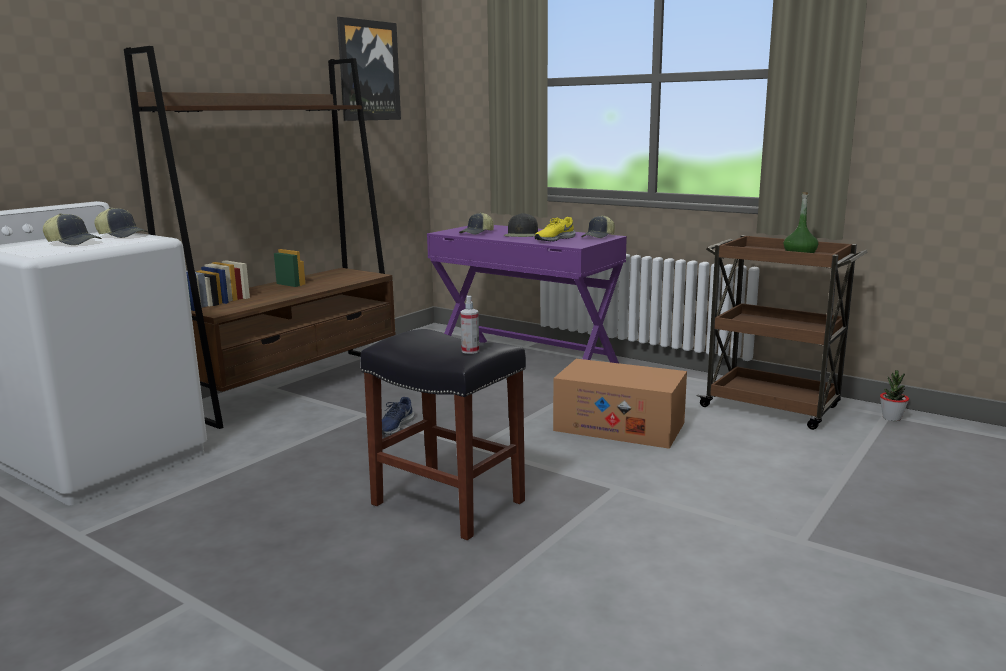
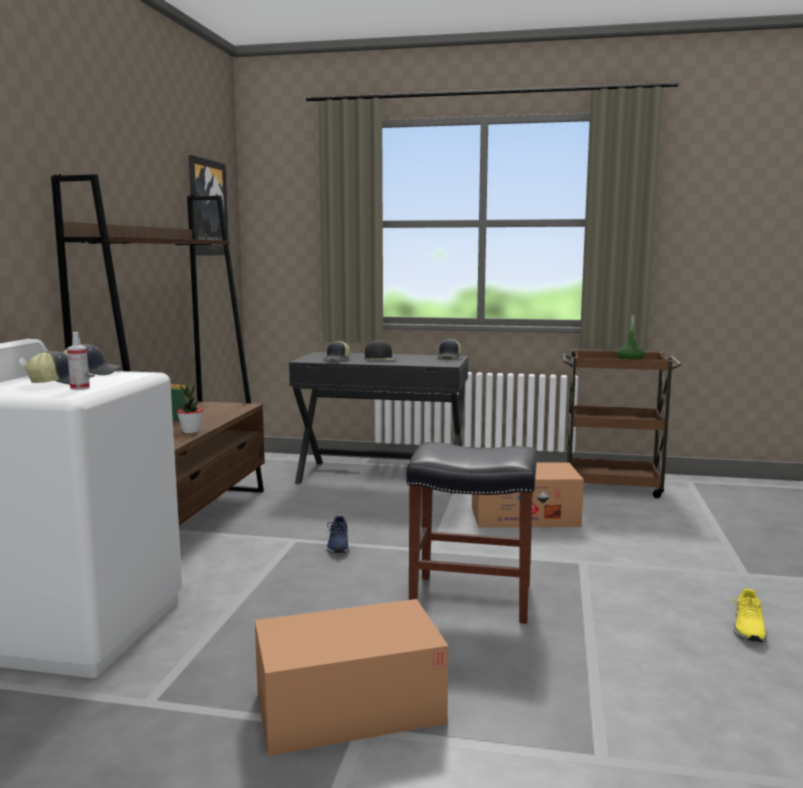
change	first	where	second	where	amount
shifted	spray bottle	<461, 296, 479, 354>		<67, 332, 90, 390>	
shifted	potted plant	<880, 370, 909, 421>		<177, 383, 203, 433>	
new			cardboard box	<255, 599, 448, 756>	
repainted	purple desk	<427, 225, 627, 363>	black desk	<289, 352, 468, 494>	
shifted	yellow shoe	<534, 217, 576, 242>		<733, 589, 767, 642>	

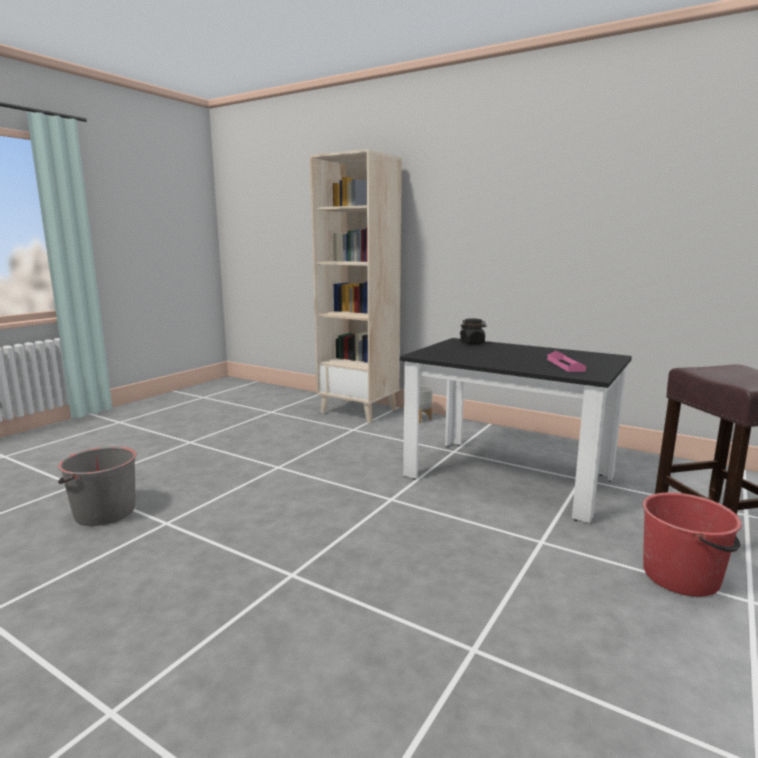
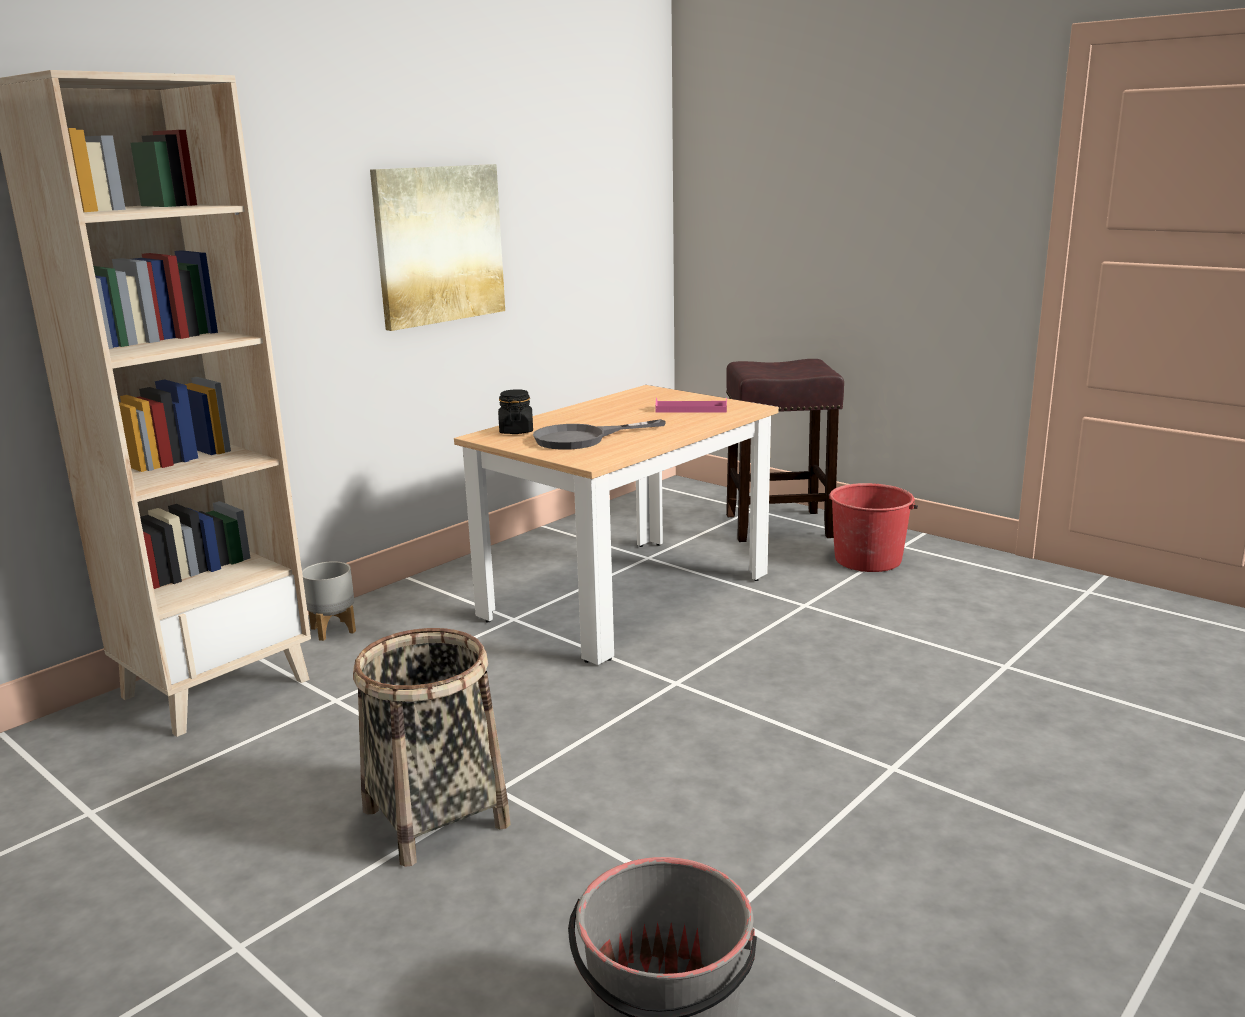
change	first	where	second	where	amount
new			basket	<353, 628, 511, 867>	
new			picture	<370, 164, 505, 331>	
repainted	black dining table	<400, 338, 632, 523>	beige dining table	<454, 385, 779, 665>	
new			grey frying pan	<533, 419, 666, 450>	

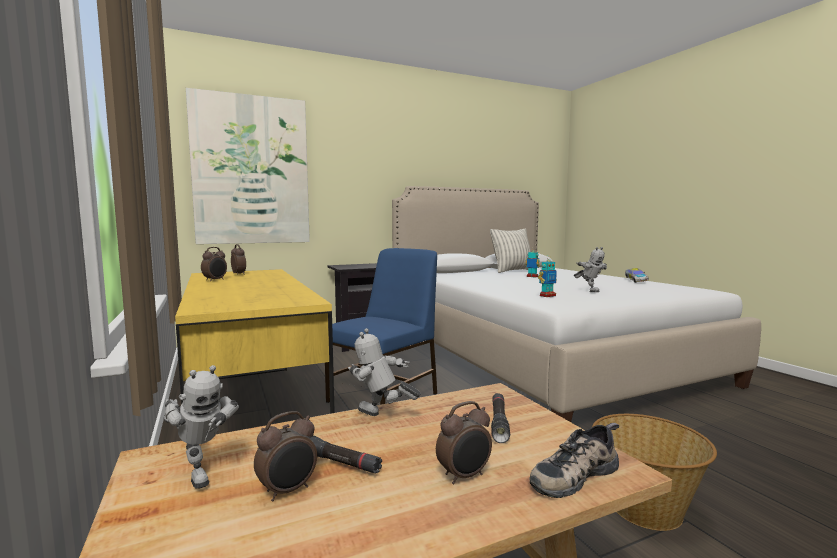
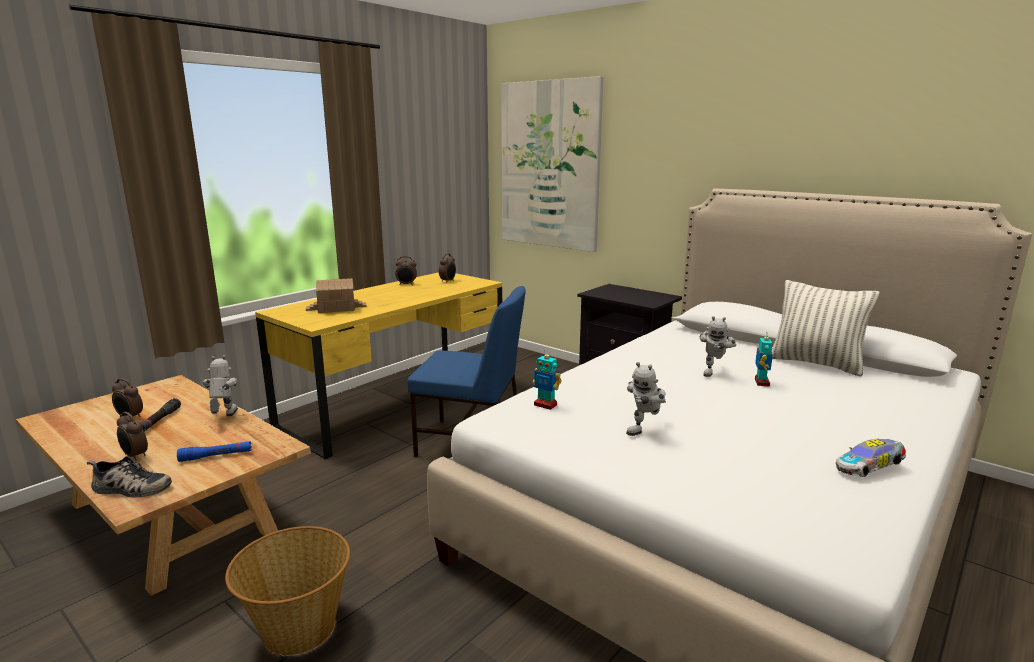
change	first	where	second	where	amount
rotated	shoe	<529, 423, 619, 498>		<86, 456, 172, 497>	150 degrees clockwise
repainted	black flashlight	<491, 393, 510, 443>	blue flashlight	<177, 441, 252, 462>	
new			toy house	<306, 278, 367, 313>	
shifted	toy robot	<163, 365, 239, 489>		<700, 316, 736, 377>	

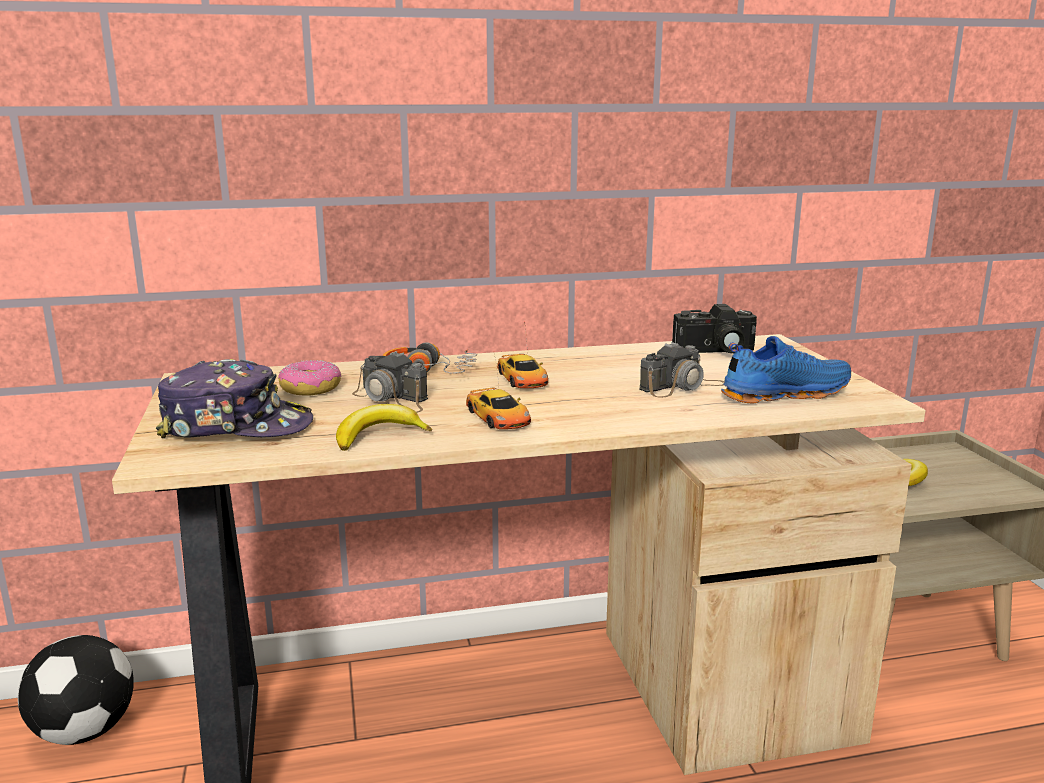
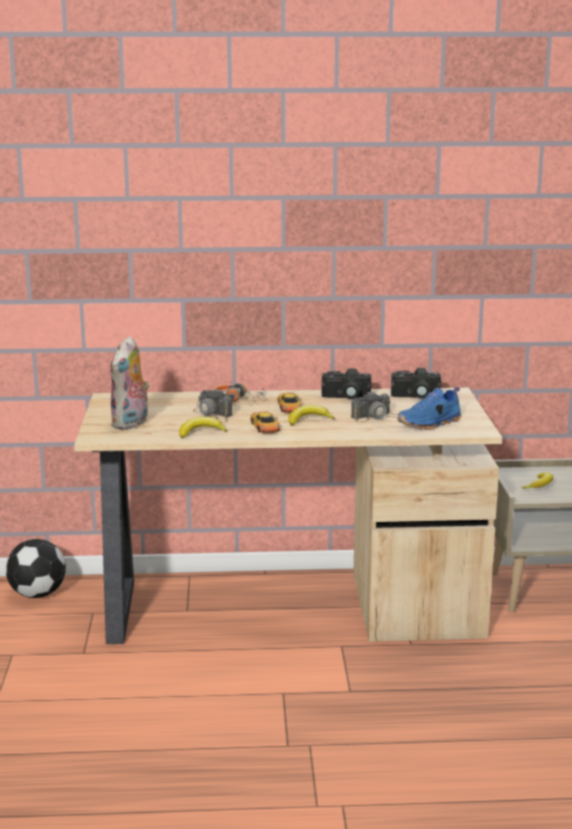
change	first	where	second	where	amount
swapped	cap	<156, 359, 313, 438>	plush toy	<110, 336, 149, 430>	
new			banana	<289, 405, 335, 426>	
new			photo camera	<322, 368, 371, 399>	
rotated	blue shoe	<721, 336, 851, 403>		<397, 387, 461, 430>	150 degrees clockwise
gone	donut	<278, 360, 341, 396>			

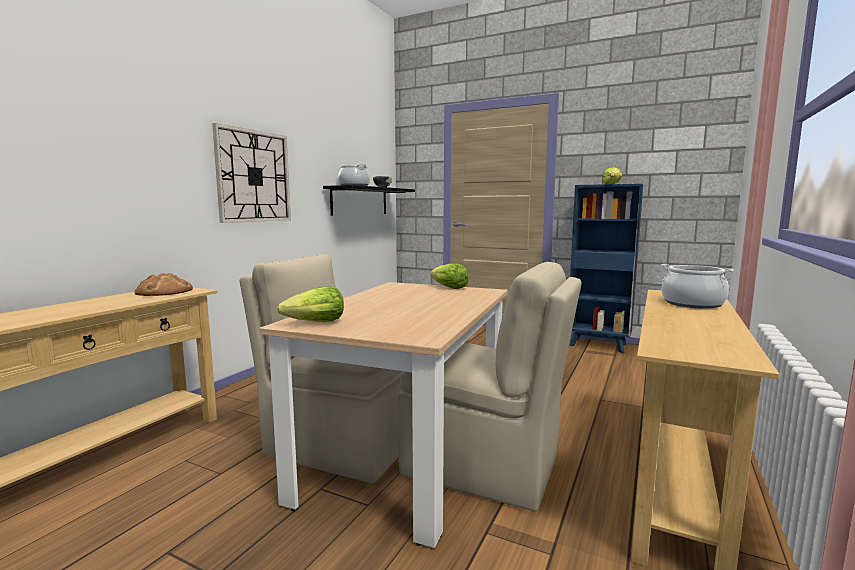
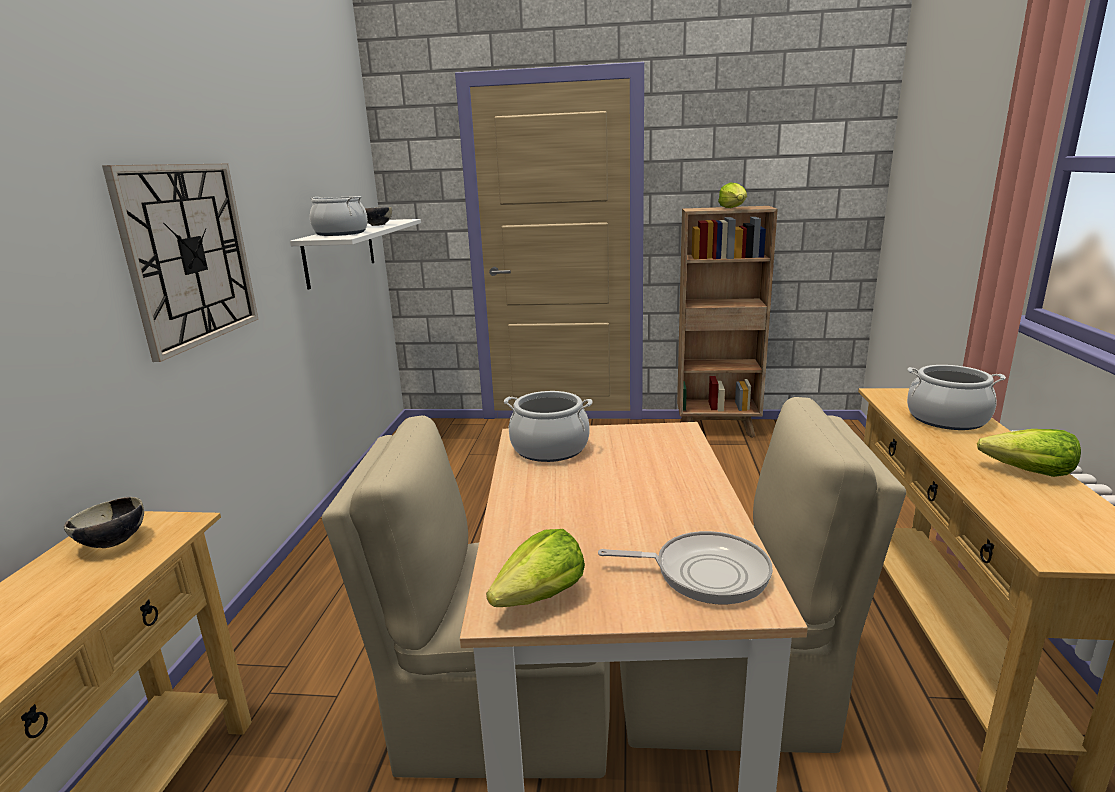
change	first	where	second	where	amount
swapped	bread	<134, 273, 193, 296>	bowl	<64, 497, 144, 548>	
repainted	black shelf	<323, 185, 415, 215>	white shelf	<290, 219, 421, 290>	
new			cooking pot	<504, 391, 593, 462>	
new			frying pan	<598, 531, 773, 604>	
repainted	blue bookcase	<569, 184, 643, 353>	brown bookcase	<677, 206, 778, 438>	
shifted	lettuce	<430, 263, 468, 289>		<977, 429, 1081, 477>	

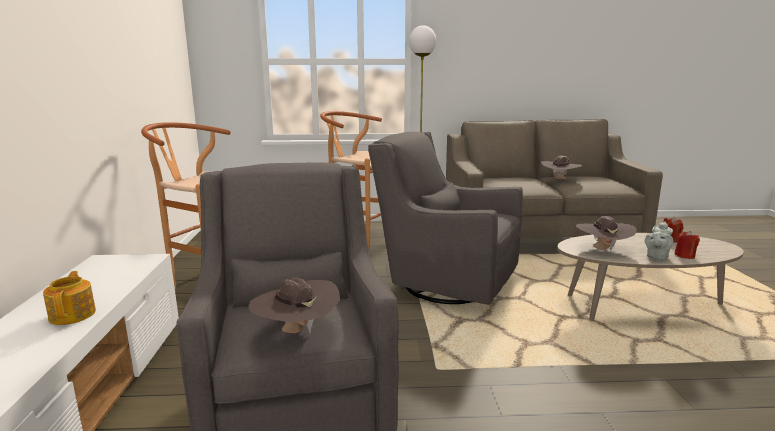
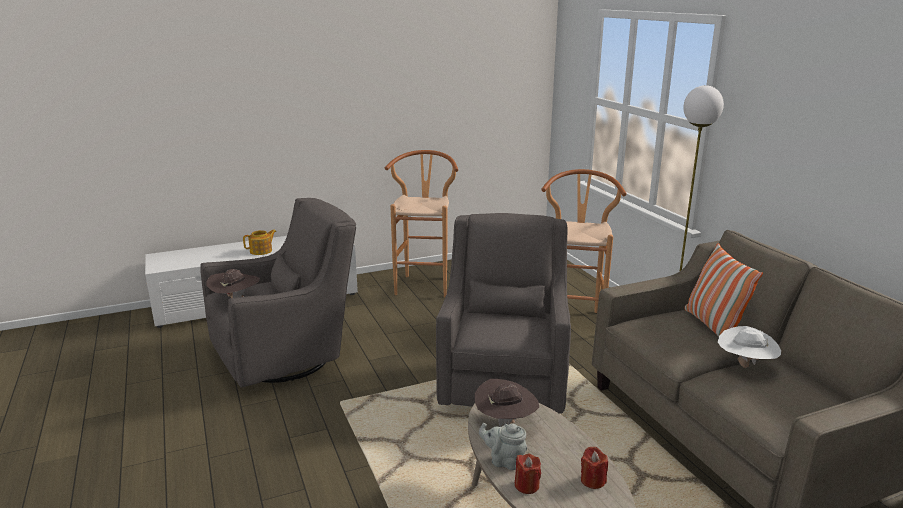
change	first	where	second	where	amount
new			pillow	<684, 243, 763, 337>	
repainted	brown hat	<541, 156, 584, 180>	white hat	<718, 326, 781, 368>	

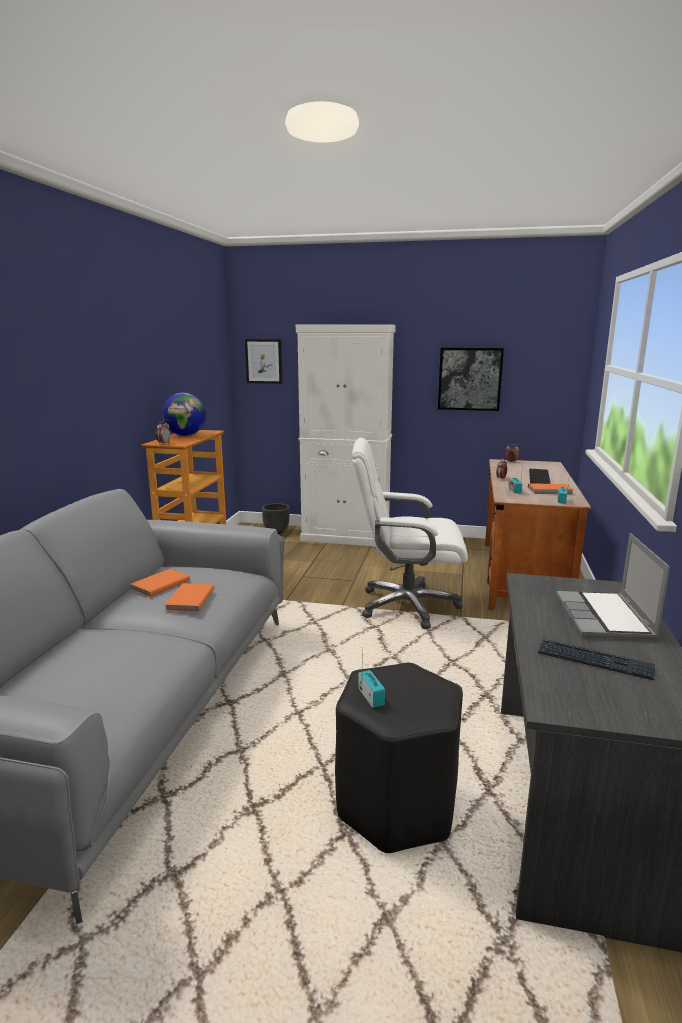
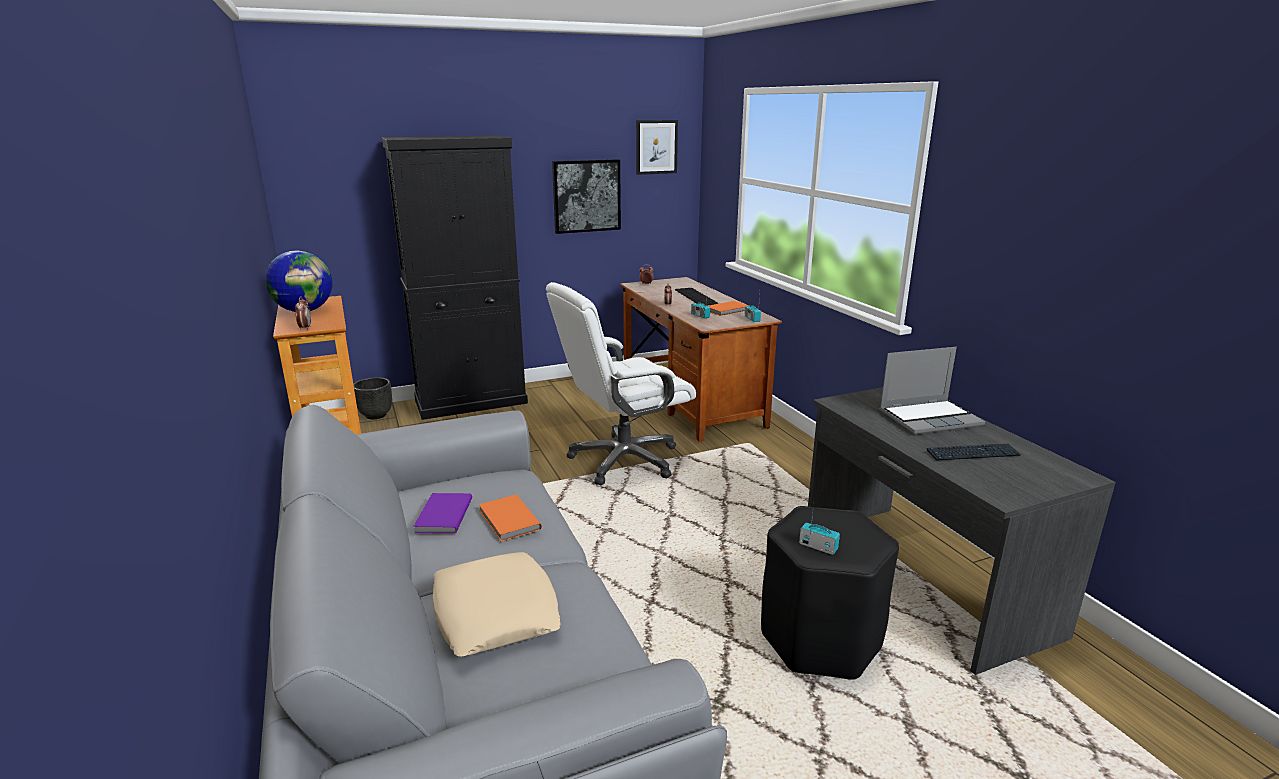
change	first	where	second	where	amount
repainted	white cabinet	<296, 324, 396, 547>	black cabinet	<382, 135, 528, 420>	
repainted	orange book	<131, 569, 190, 597>	purple book	<413, 493, 472, 534>	
new			beige pillow	<433, 552, 561, 656>	
shifted	picture	<245, 339, 283, 384>		<636, 120, 678, 175>	
rotated	laptop	<556, 533, 670, 640>		<880, 347, 985, 435>	75 degrees counterclockwise

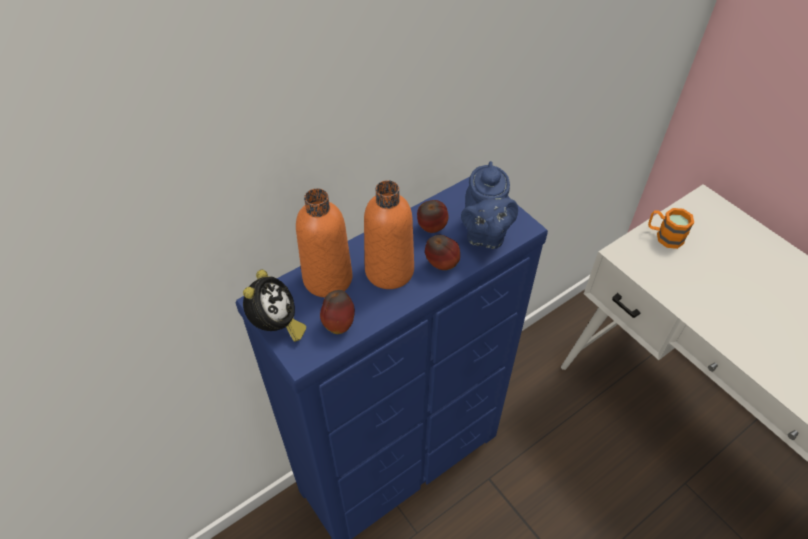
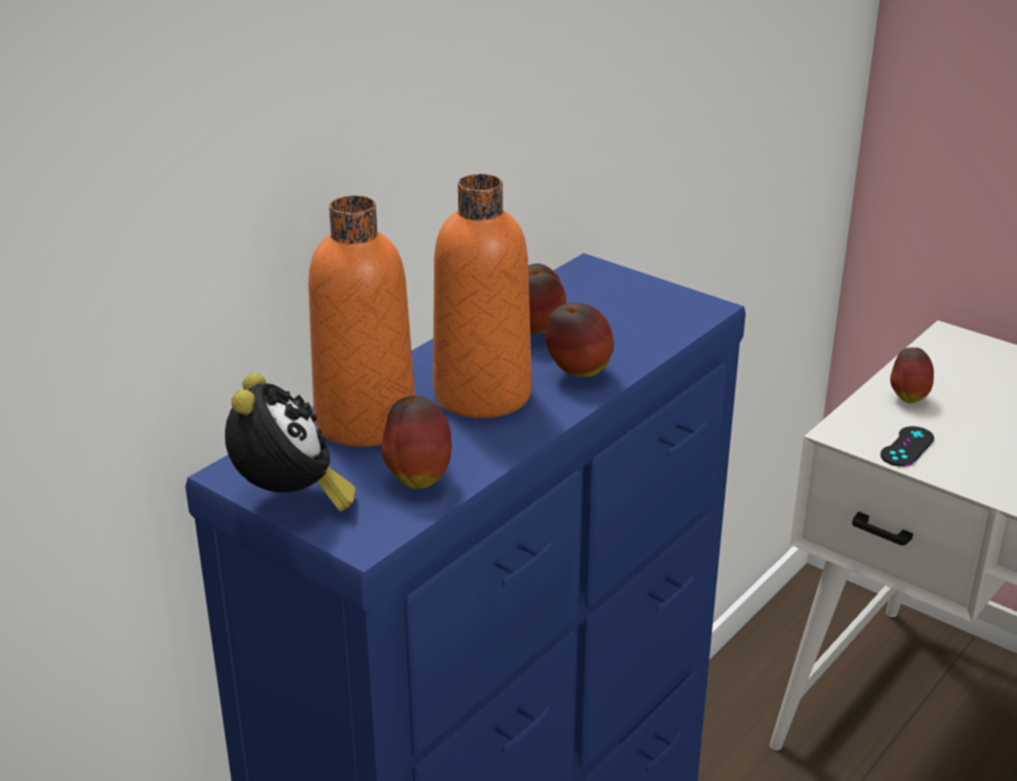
change	first	where	second	where	amount
new			black game controller	<880, 426, 934, 467>	
swapped	orange mug	<648, 208, 694, 249>	apple	<890, 348, 934, 403>	
gone	blue teapot	<461, 161, 518, 249>			

